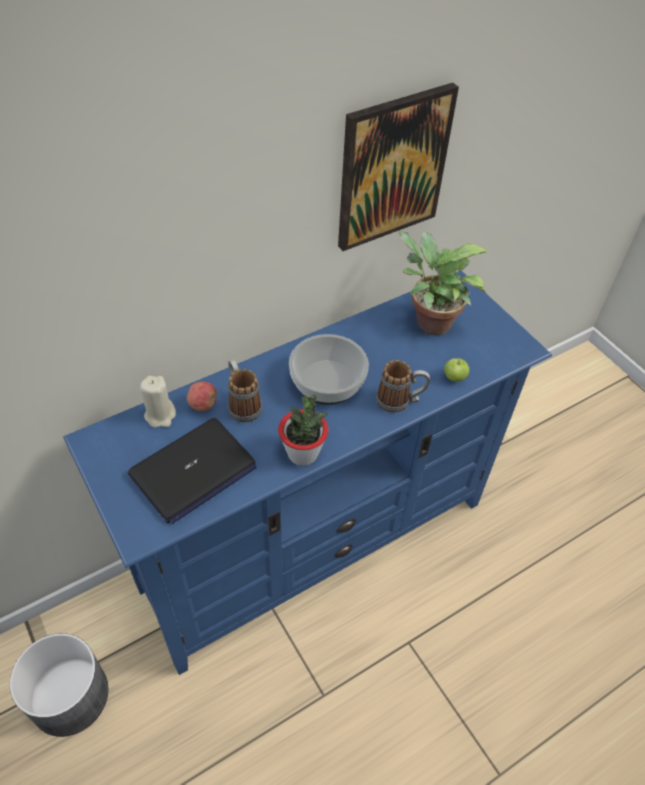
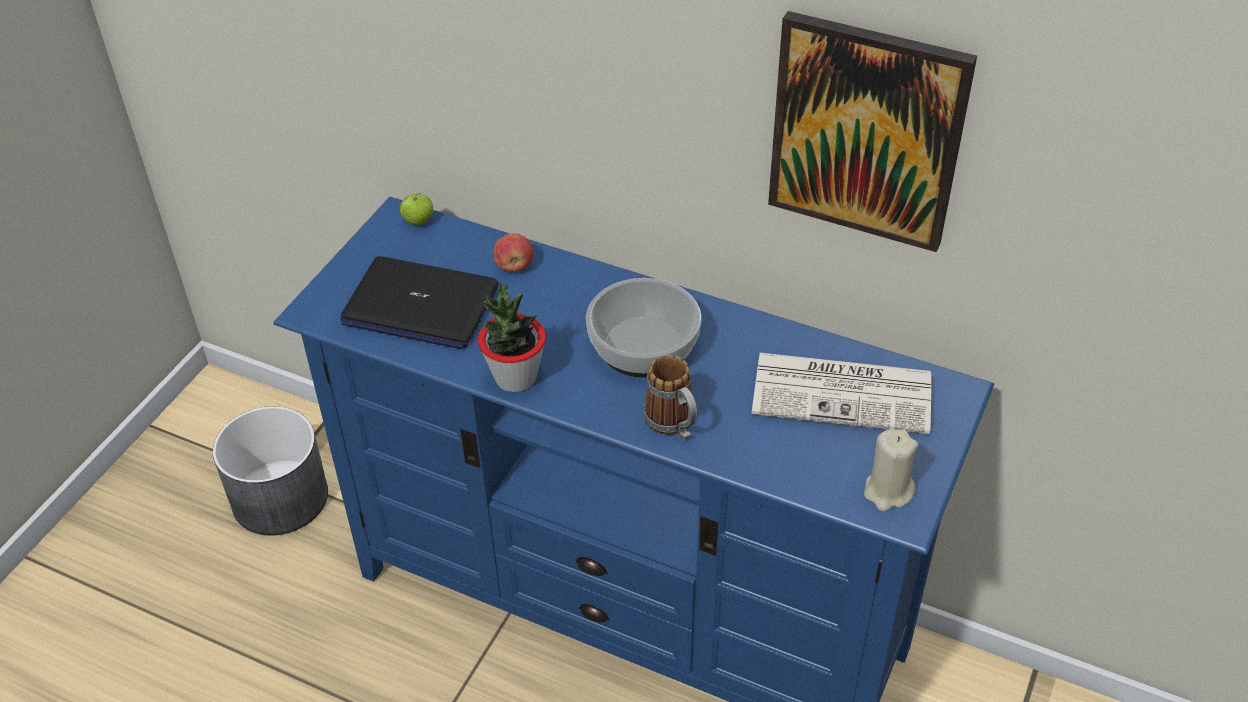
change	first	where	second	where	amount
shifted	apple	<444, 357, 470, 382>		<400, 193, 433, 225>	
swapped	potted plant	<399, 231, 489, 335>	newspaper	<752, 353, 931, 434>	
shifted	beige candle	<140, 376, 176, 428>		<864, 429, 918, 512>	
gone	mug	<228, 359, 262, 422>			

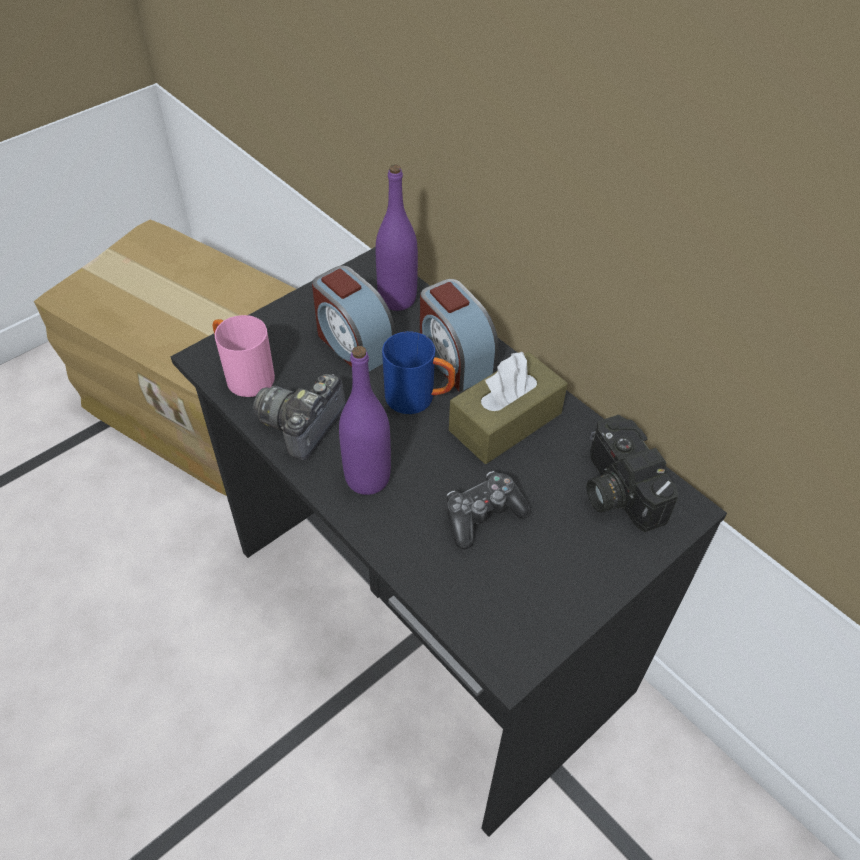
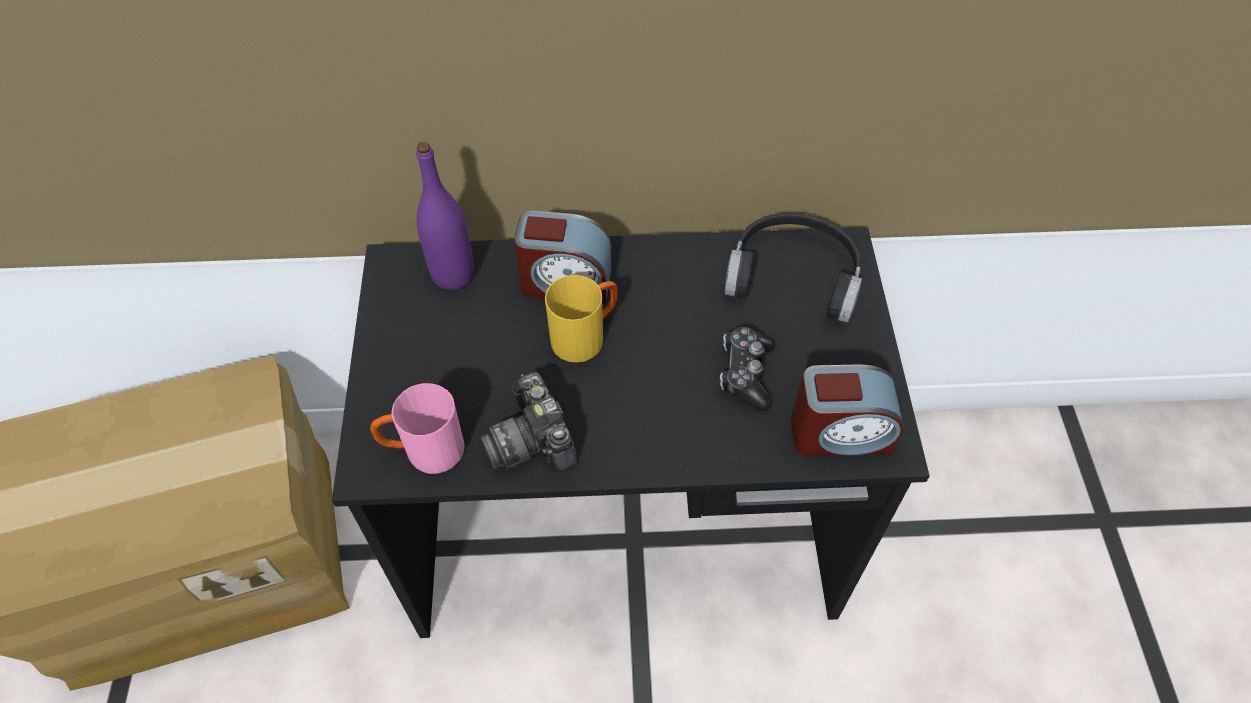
change	first	where	second	where	amount
repainted	blue mug	<382, 331, 456, 414>	yellow mug	<545, 275, 618, 363>	
swapped	photo camera	<587, 415, 678, 532>	black headphones	<725, 213, 862, 323>	
shifted	alarm clock	<312, 266, 395, 372>		<791, 364, 904, 456>	
gone	purple bottle	<339, 346, 391, 495>			
gone	brown tissue box	<449, 351, 568, 464>			

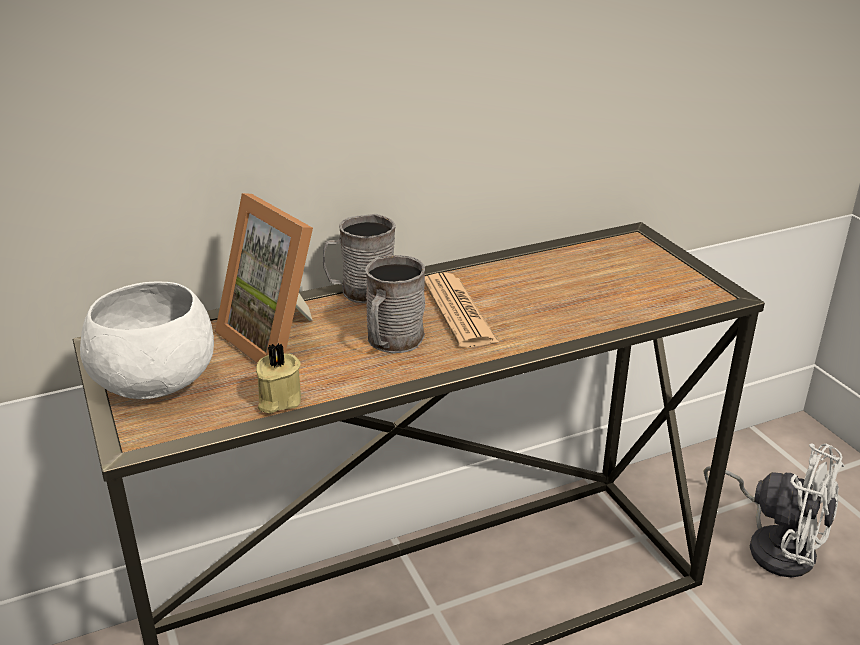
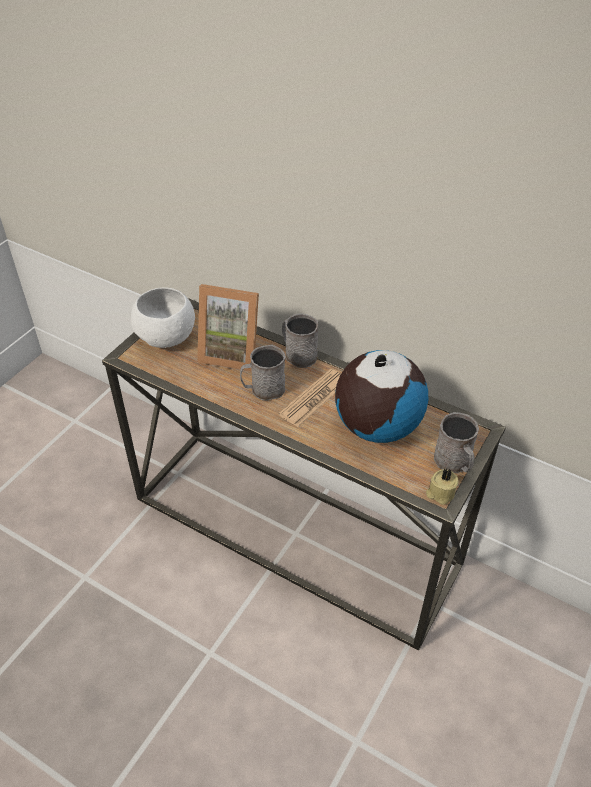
change	first	where	second	where	amount
rotated	picture frame	<215, 193, 313, 364>		<197, 284, 259, 372>	90 degrees counterclockwise
new			globe	<335, 350, 428, 443>	
shifted	beige candle	<256, 343, 301, 414>		<426, 469, 459, 505>	
new			grey mug	<434, 412, 479, 473>	
gone	white fan	<703, 443, 844, 578>			

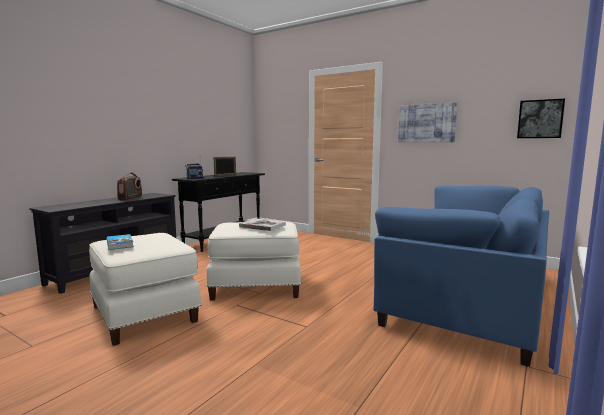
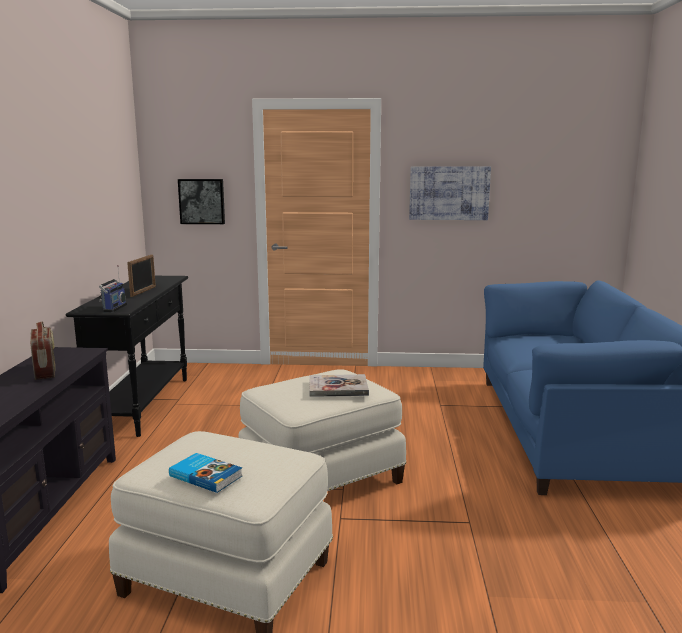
change	first	where	second	where	amount
shifted	picture	<517, 99, 565, 138>		<178, 179, 225, 224>	

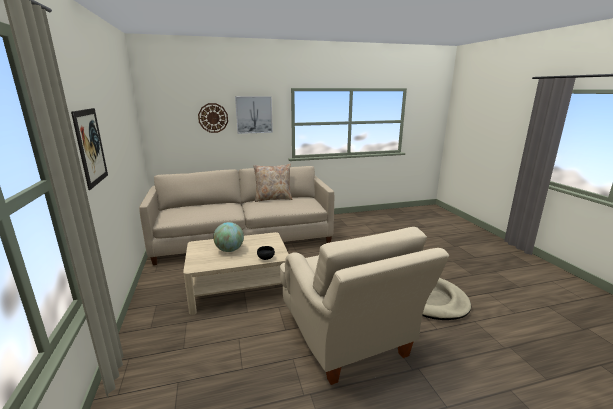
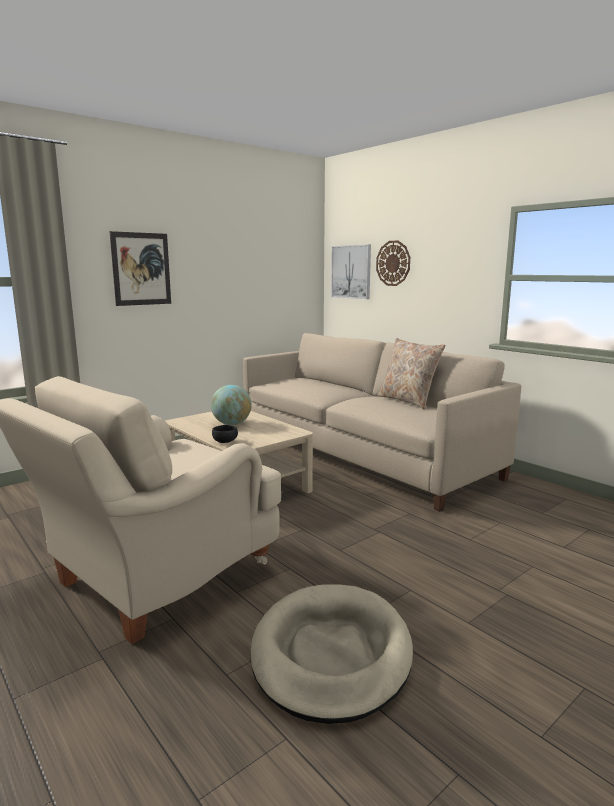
change	first	where	second	where	amount
shifted	picture	<235, 96, 273, 134>		<331, 245, 371, 299>	

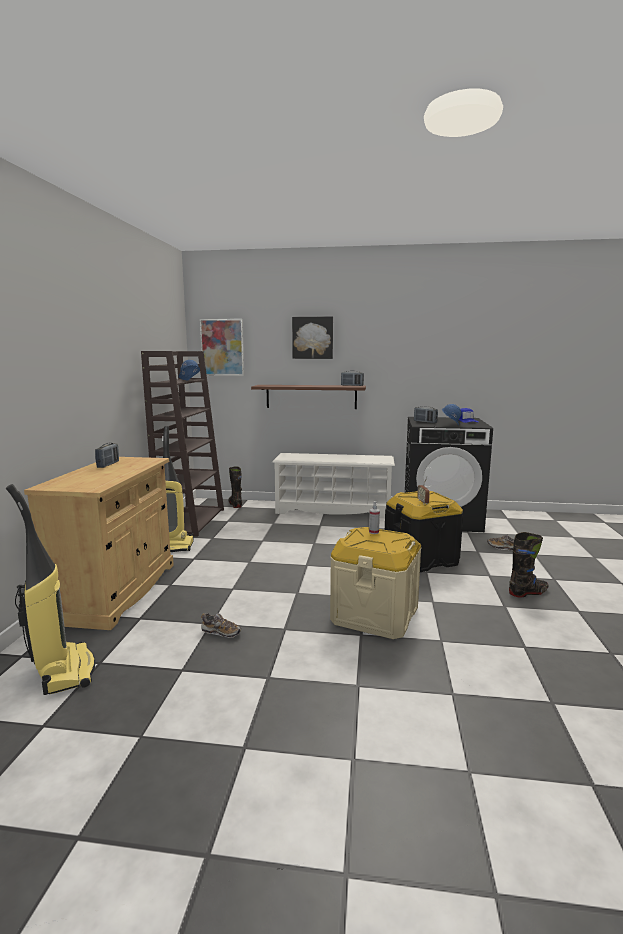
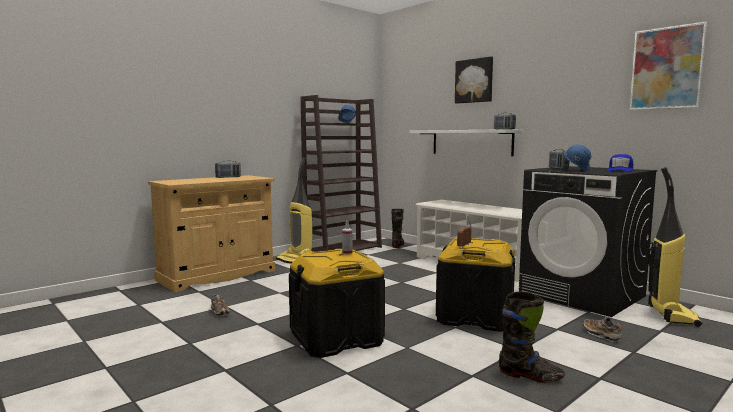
change	first	where	second	where	amount
repainted	beige storage box	<330, 527, 421, 639>	black storage box	<289, 249, 385, 358>	
repainted	brown shelf	<251, 385, 366, 409>	white shelf	<409, 129, 524, 156>	
shifted	picture	<200, 319, 244, 376>		<630, 21, 707, 110>	
shifted	vacuum cleaner	<6, 484, 95, 695>		<647, 167, 702, 327>	

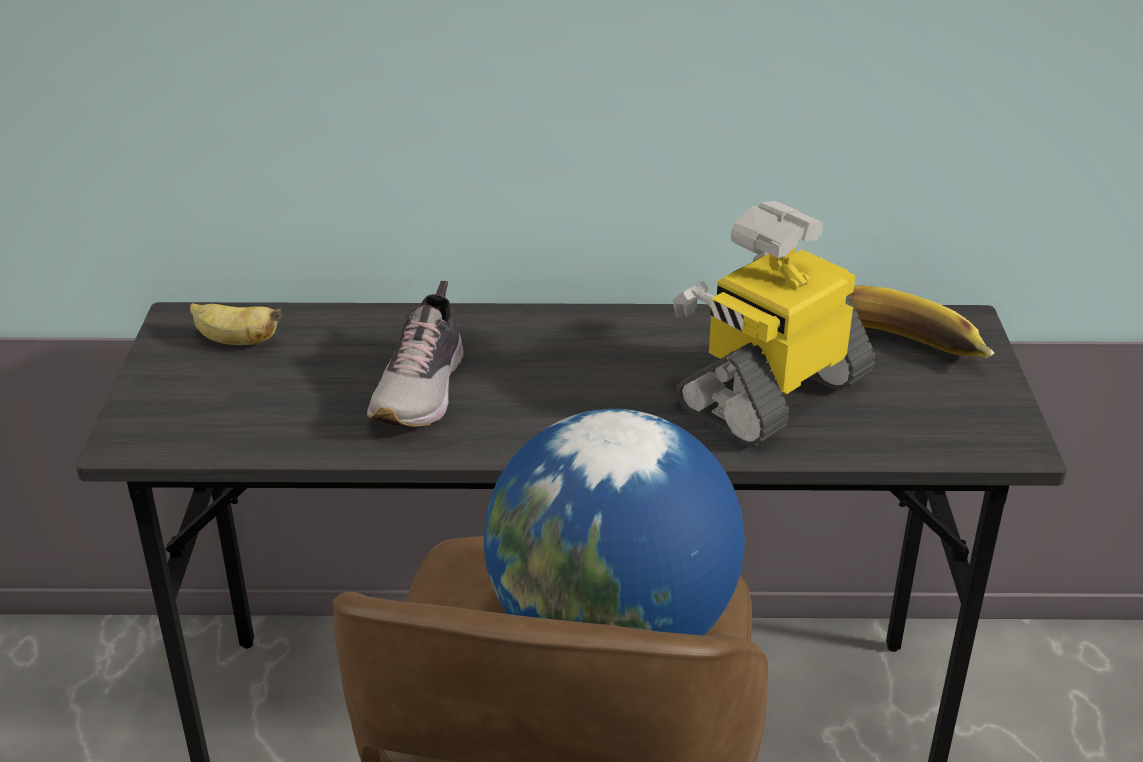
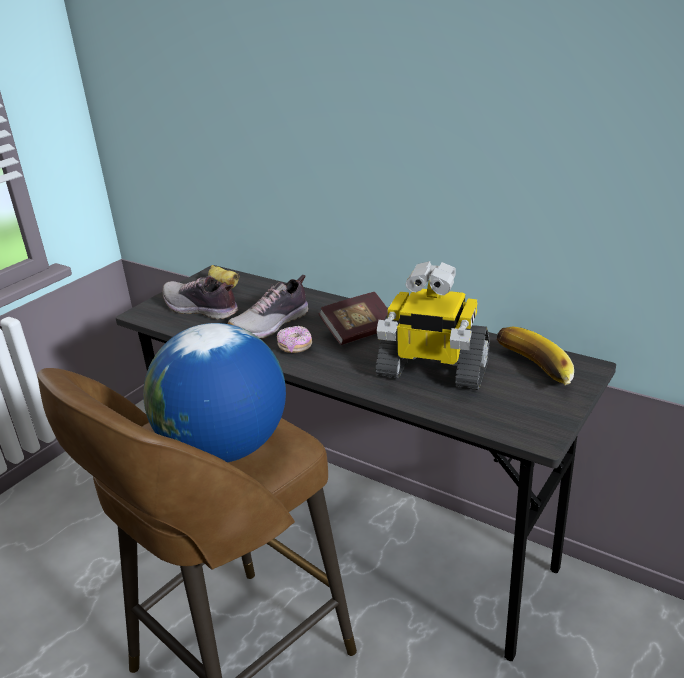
change	first	where	second	where	amount
new			shoe	<162, 275, 238, 320>	
new			donut	<277, 326, 312, 353>	
new			book	<319, 292, 388, 345>	
rotated	toy robot	<673, 201, 875, 446>		<376, 261, 490, 390>	150 degrees counterclockwise

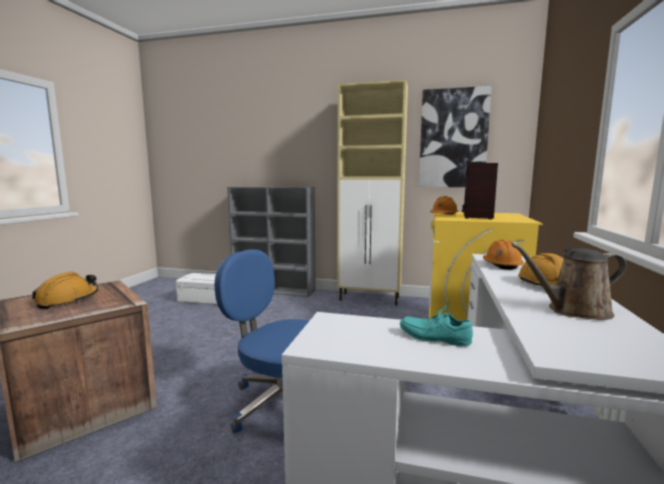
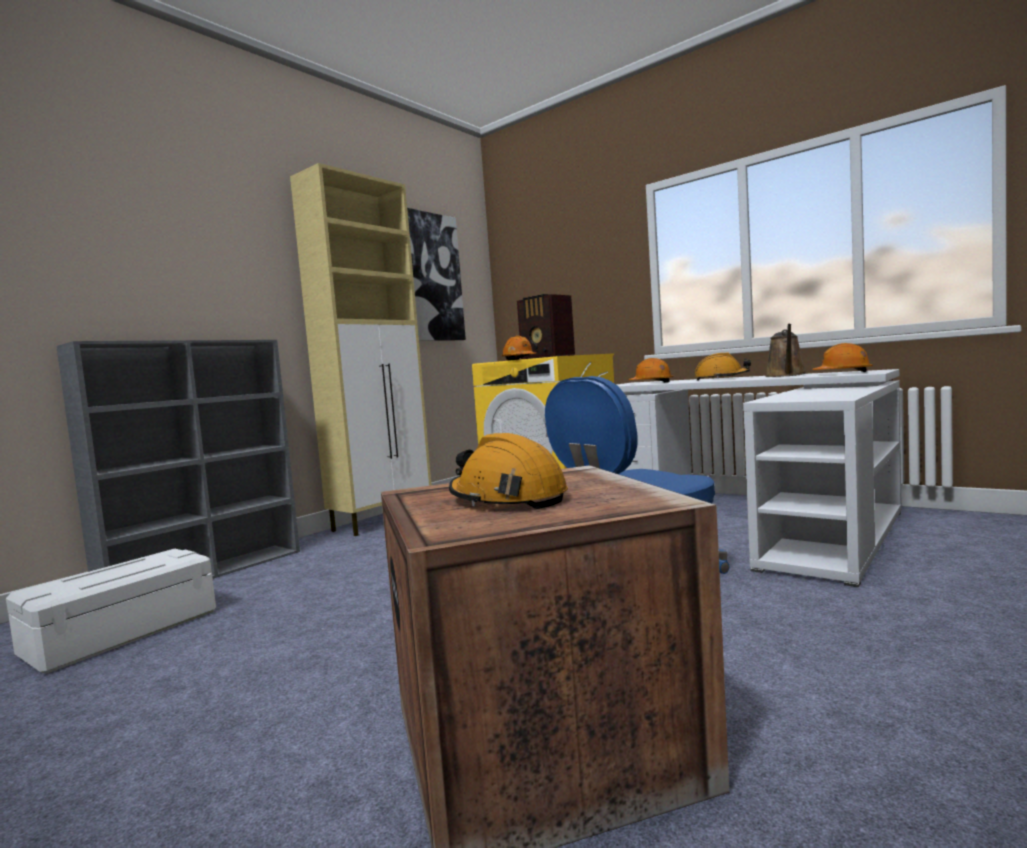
change	first	where	second	where	amount
new			orange hard hat	<812, 343, 873, 372>	
gone	turquoise shoe	<400, 301, 473, 347>			

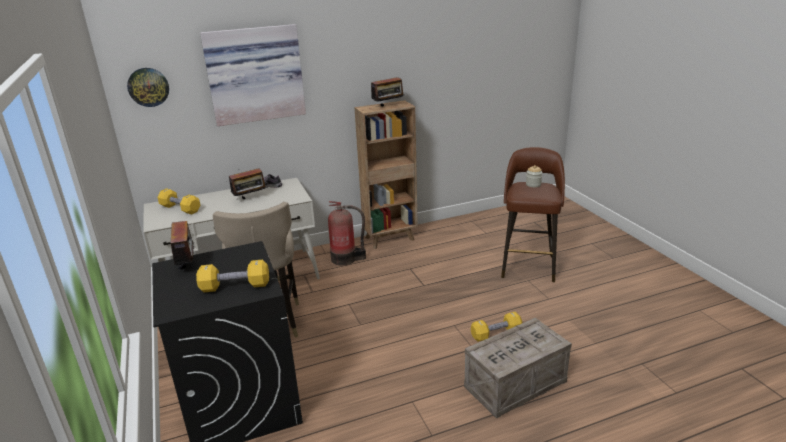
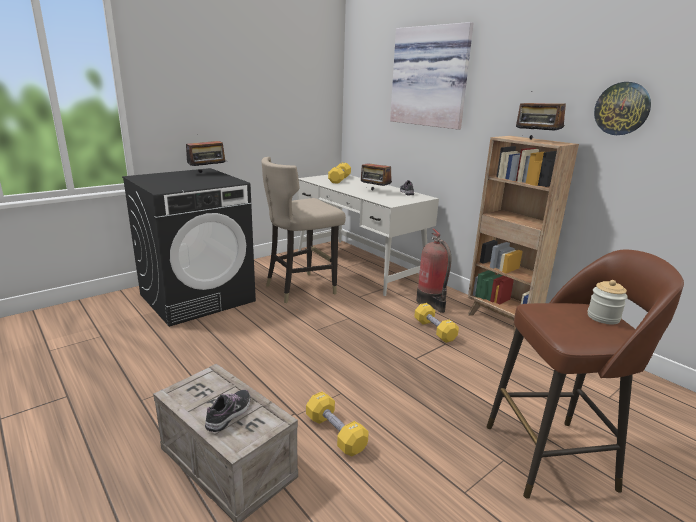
change	first	where	second	where	amount
new			shoe	<205, 390, 250, 432>	
shifted	yellow dumbbell	<196, 260, 269, 292>		<414, 303, 459, 343>	
shifted	wall clock	<127, 68, 169, 107>		<594, 82, 651, 135>	

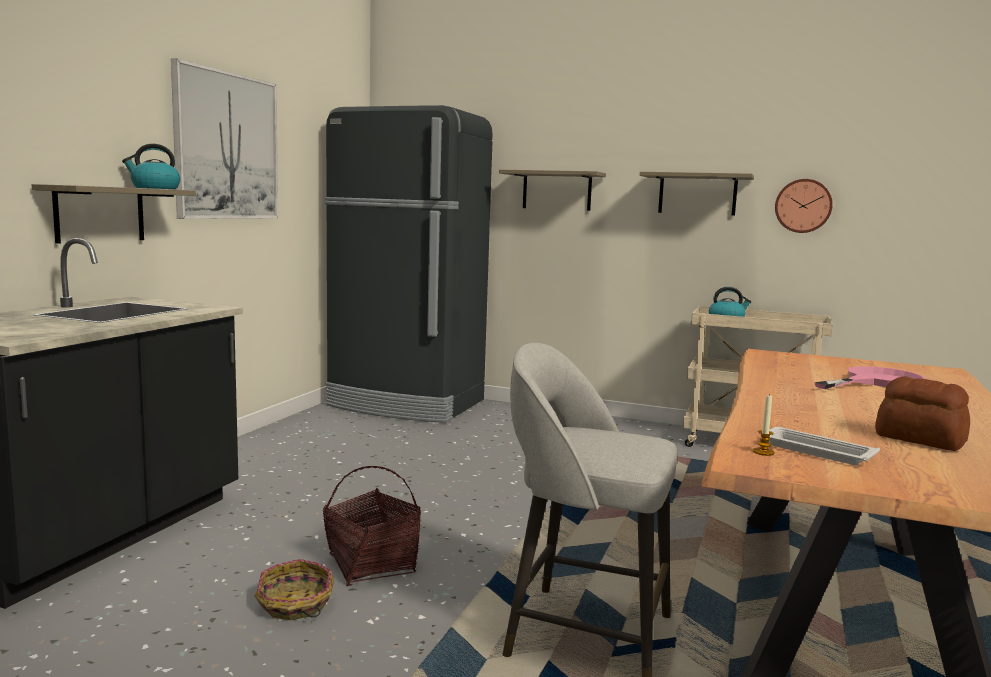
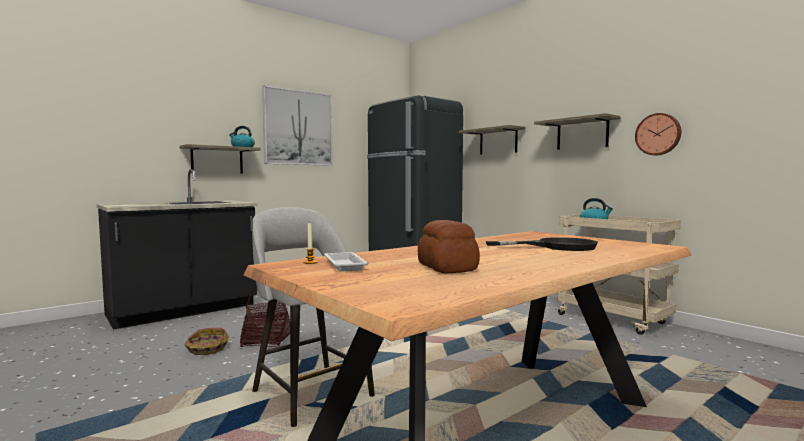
change	first	where	second	where	amount
repainted	pink frying pan	<814, 366, 925, 389>	black frying pan	<486, 237, 598, 251>	

